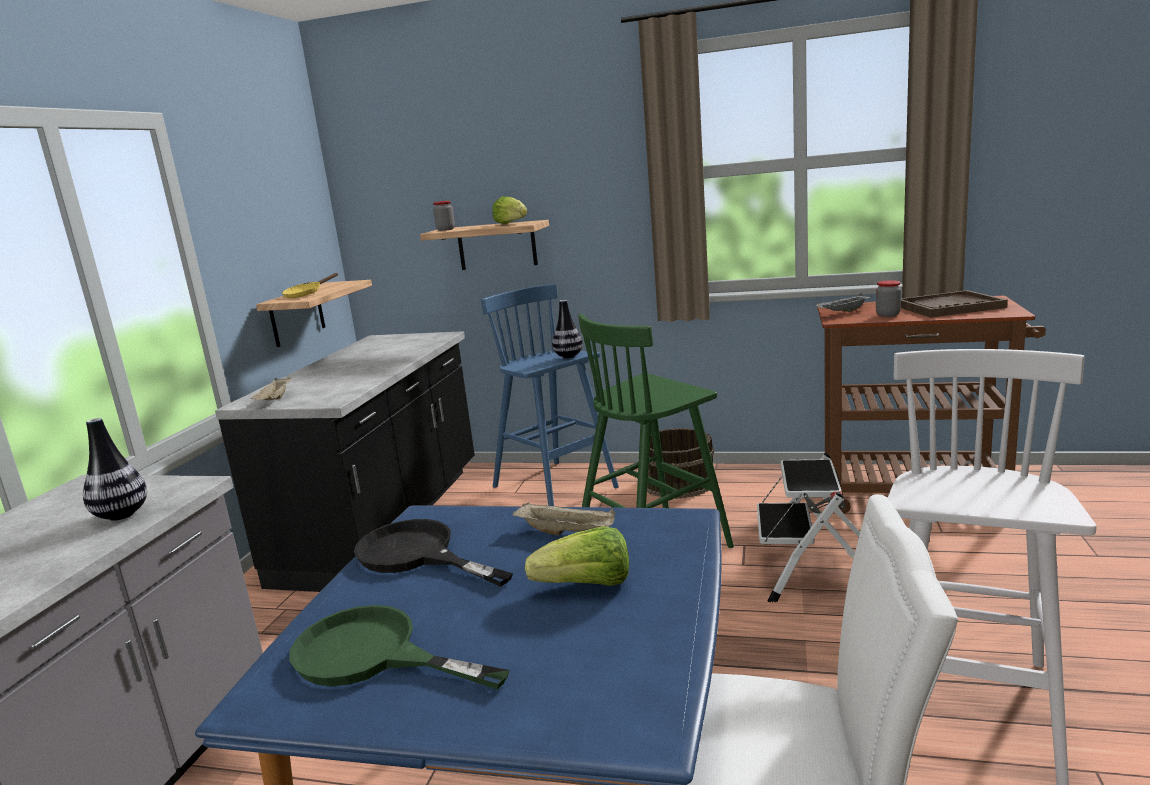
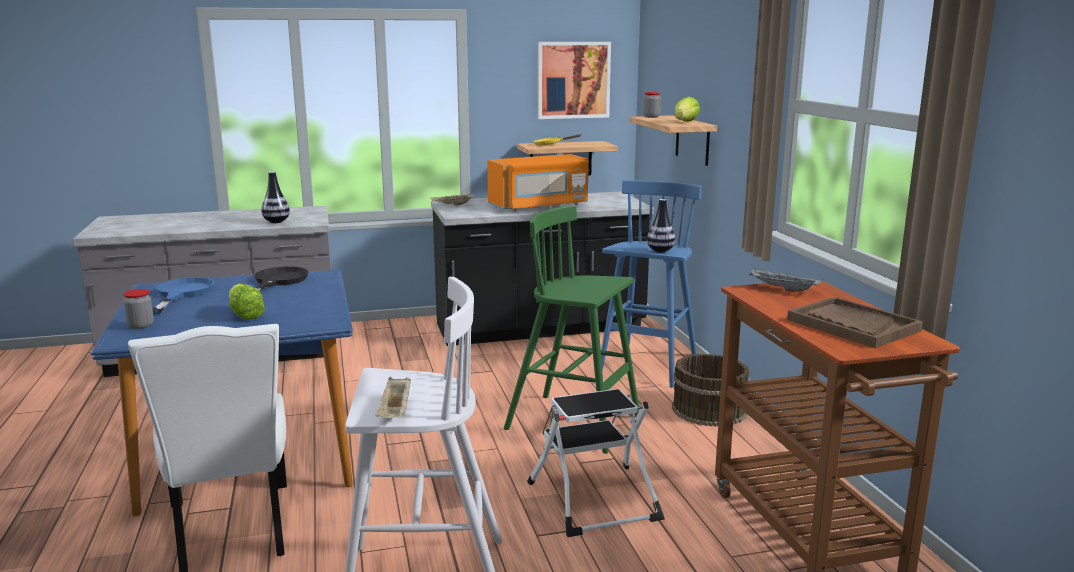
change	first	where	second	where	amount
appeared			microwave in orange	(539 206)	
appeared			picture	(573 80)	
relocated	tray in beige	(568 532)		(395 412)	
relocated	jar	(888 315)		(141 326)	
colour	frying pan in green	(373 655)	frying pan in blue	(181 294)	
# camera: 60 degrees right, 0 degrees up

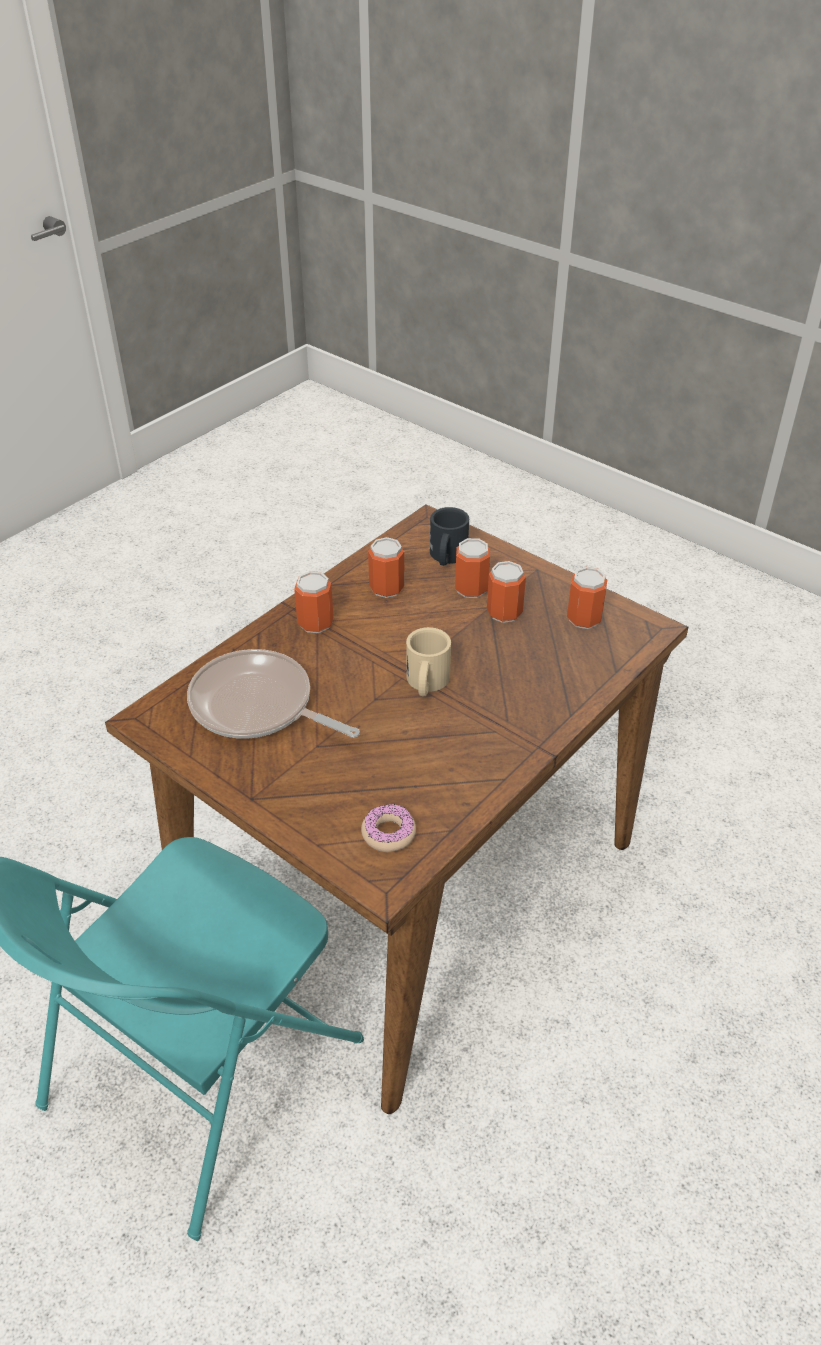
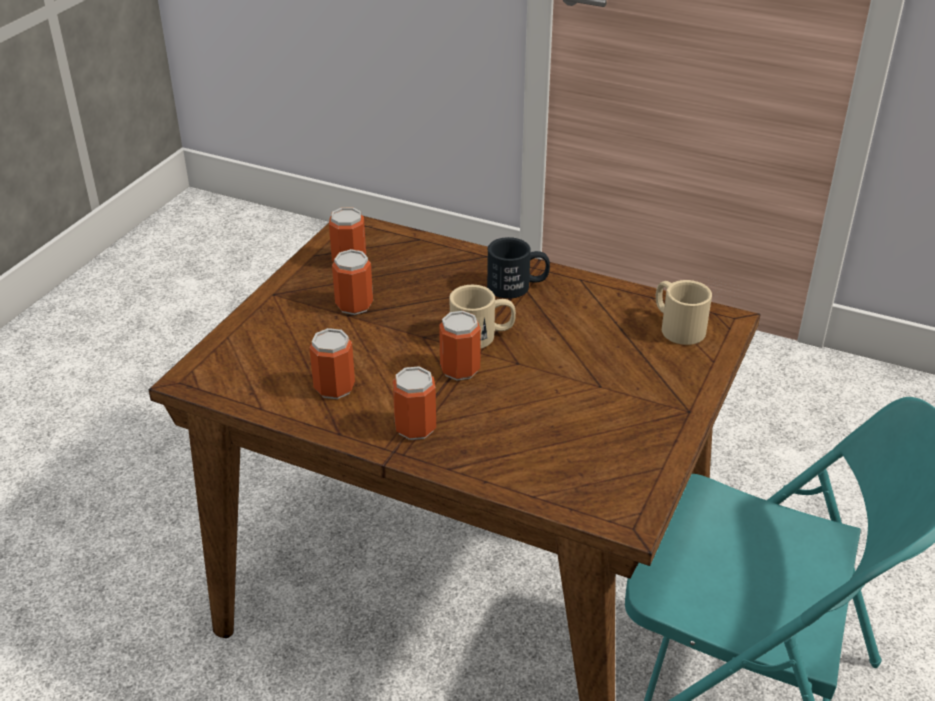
change	first	where	second	where	amount
missing	frying pan	(257 706)			
relocated	mug in black	(447 557)		(517 286)	
relocated	can	(471 589)		(460 369)	
exchanged	donut	(388 833)	mug in beige	(676 326)	
# camera: 105 degrees left, 5 degrees down

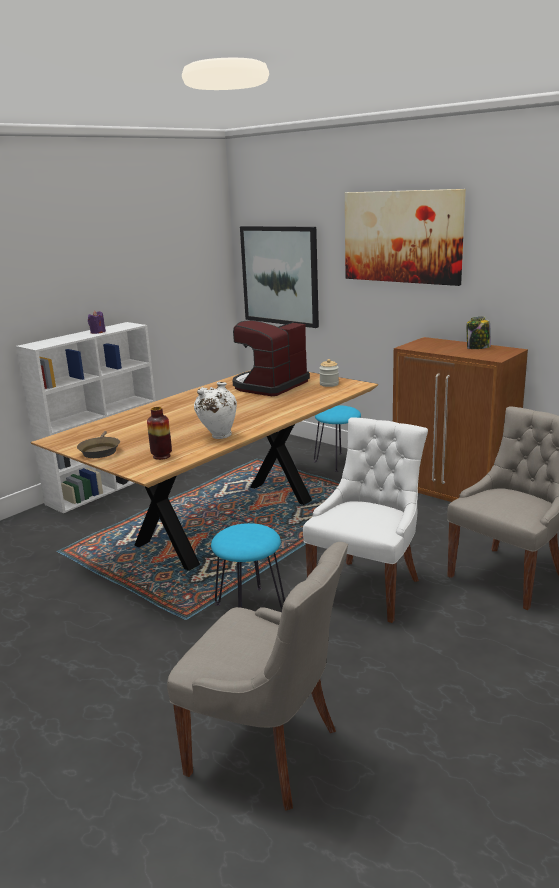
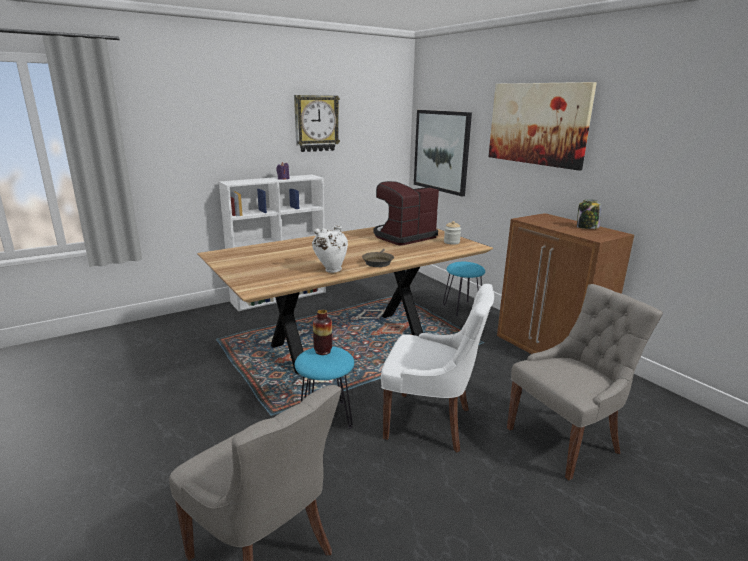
change	first	where	second	where	amount
appeared			wall clock	(316 123)	
relocated	frying pan in brown	(99 451)		(378 262)	
relocated	vase	(161 456)		(323 351)	
spun	chair in white	(367 588)		(430 422)	60 degrees clockwise
# camera: 15 degrees right, 0 degrees up

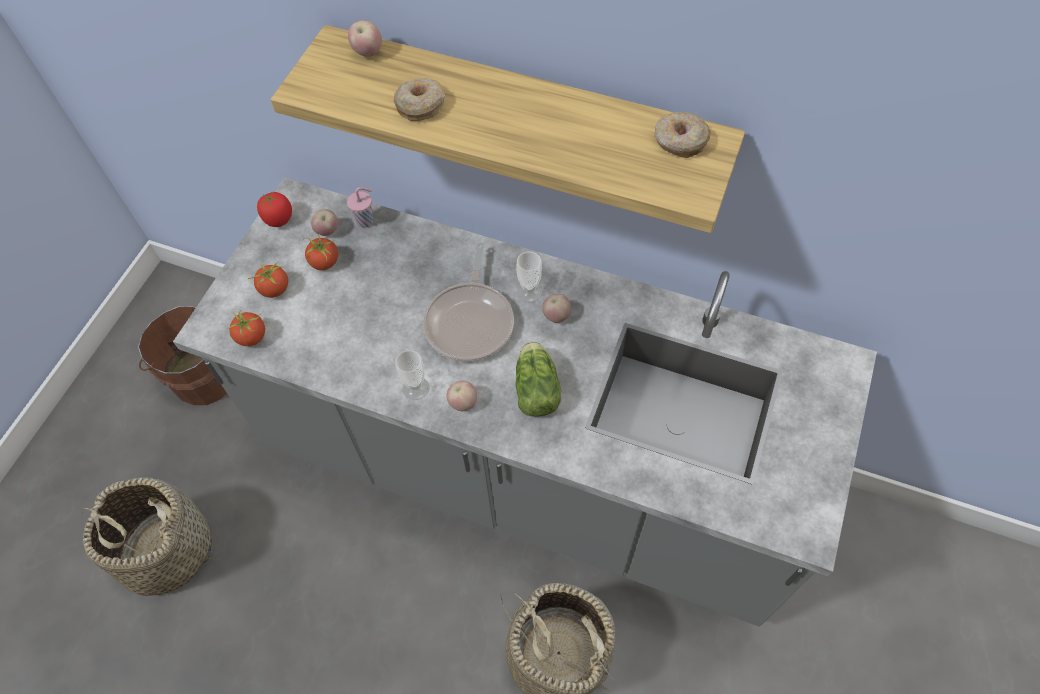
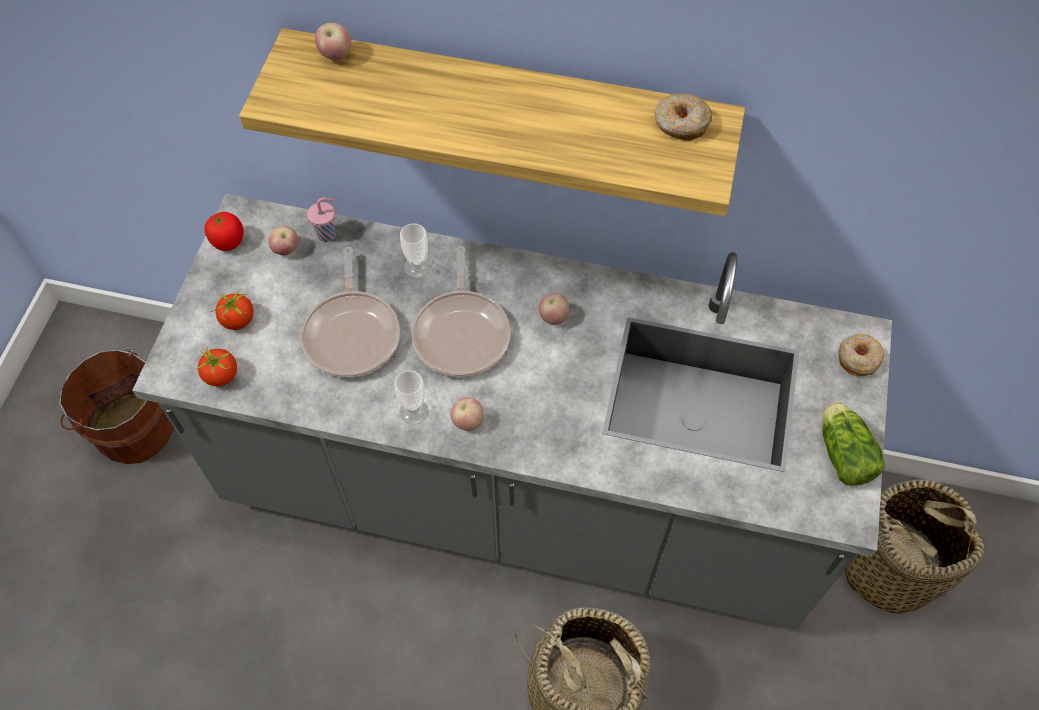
change	first	where	second	where	amount
missing	tomato	(324 262)			
appeared			frying pan	(352 333)	
relocated	basket	(167 551)		(888 564)	
relocated	donut	(420 105)		(857 358)	
relocated	lettuce	(536 387)		(842 451)	
relocated	cup	(529 292)		(417 267)	
# camera: 10 degrees left, 0 degrees up

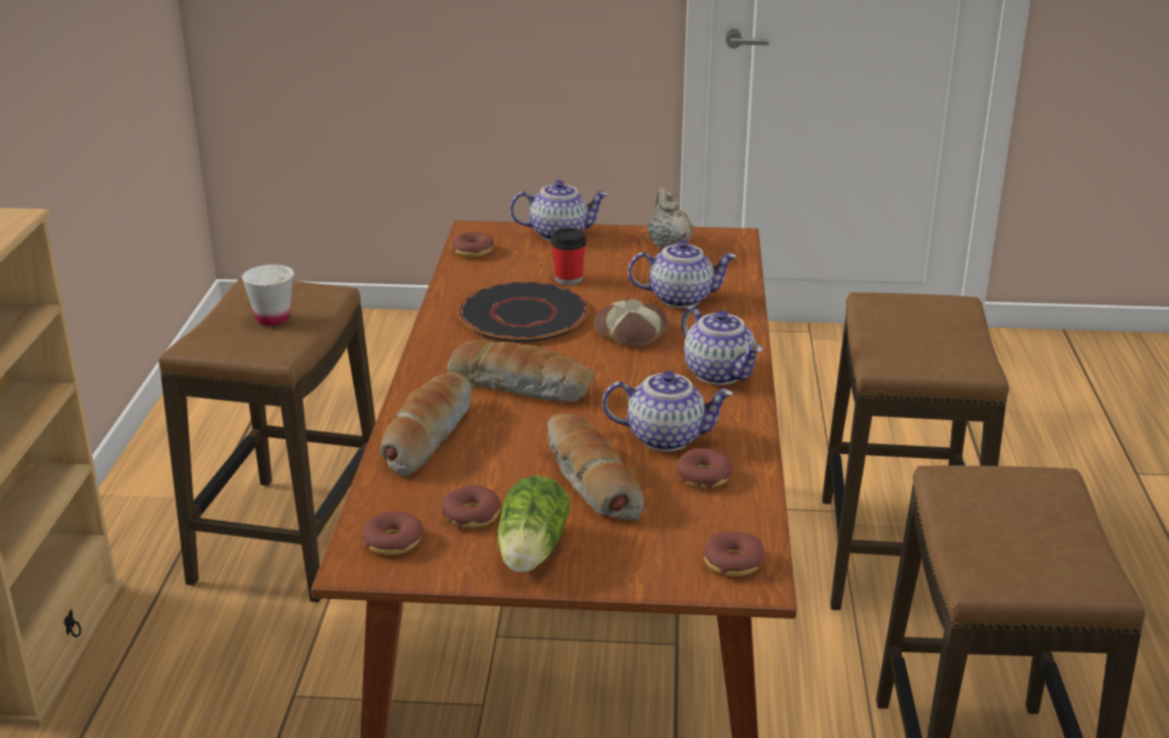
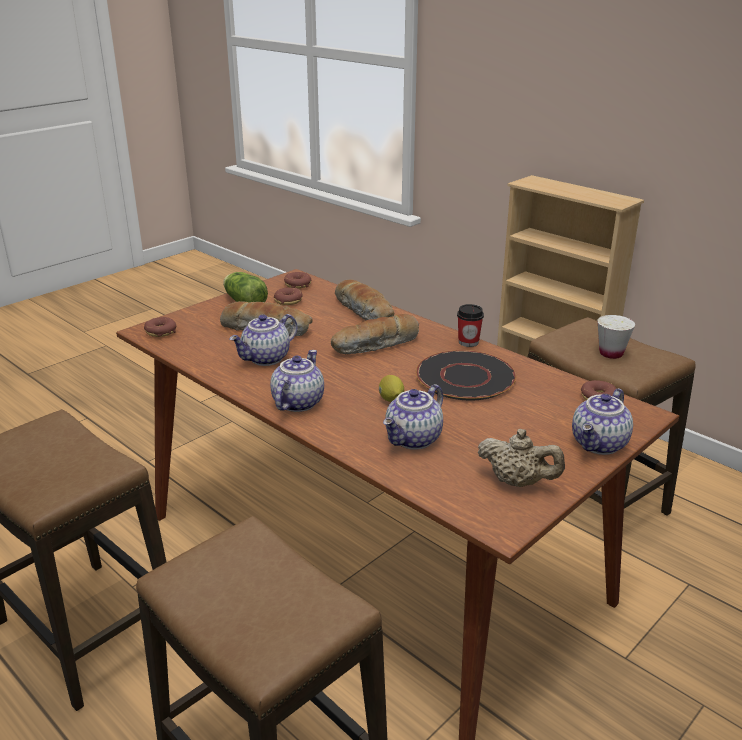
change	first	where	second	where	amount
missing	donut	(703 477)			
relocated	cup	(568 279)		(468 342)	
exchanged	bread	(632 332)	lemon	(391 400)	
spun	teapot	(720 374)		(297 402)	105 degrees clockwise
# camera: 130 degrees right, 0 degrees up

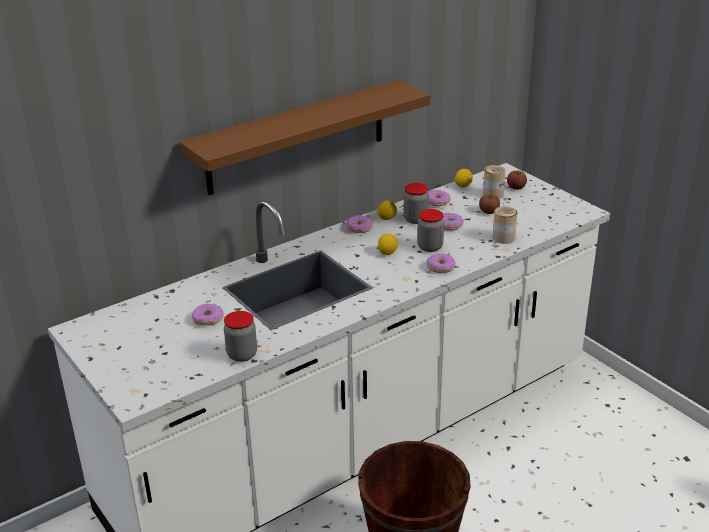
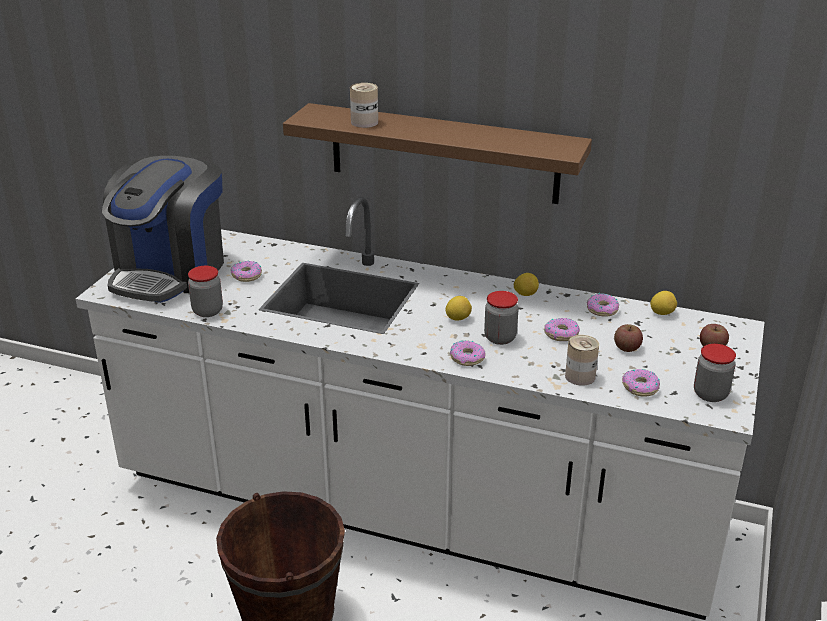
change	first	where	second	where	amount
appeared			coffee machine	(170 272)	
relocated	donut	(359 228)		(640 387)	
relocated	jar	(415 219)		(710 394)	
relocated	can	(493 194)		(364 122)	
# camera: 55 degrees right, 0 degrees up

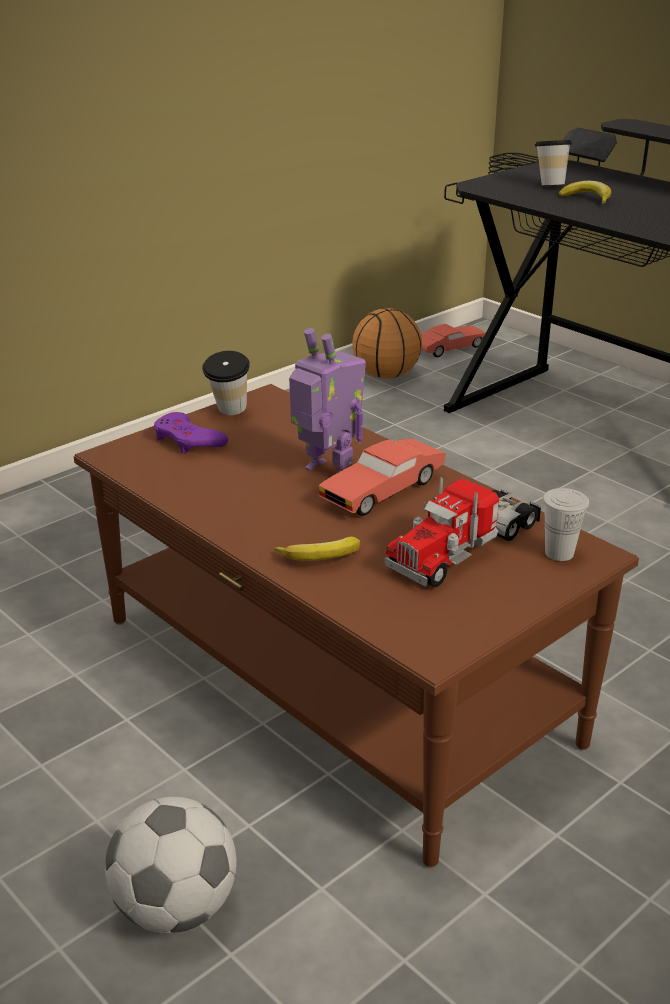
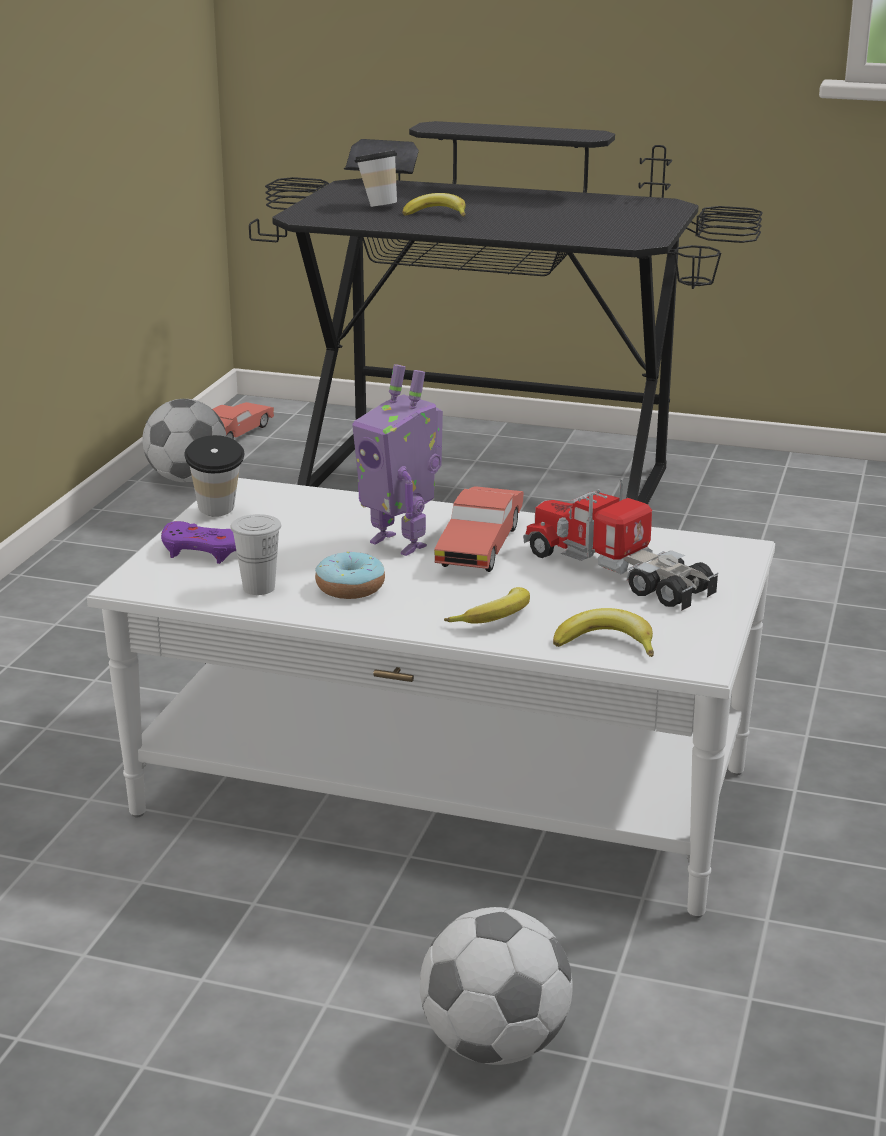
change	first	where	second	where	amount
appeared			donut	(350 588)	
appeared			banana	(606 643)	
relocated	cup in white	(559 553)		(259 588)	
exchanged	basketball	(387 375)	football	(187 479)	
colour	coffee table in brown	(336 681)	coffee table in white	(446 793)	
spun	toy robot	(326 471)		(400 543)	150 degrees counterclockwise
spun	toy truck	(465 547)		(618 572)	120 degrees clockwise
# camera: 30 degrees left, 5 degrees down

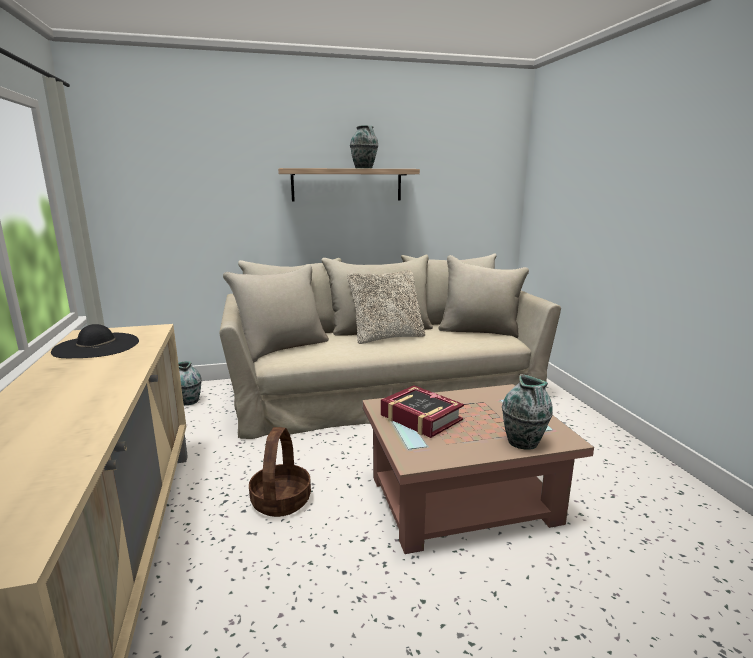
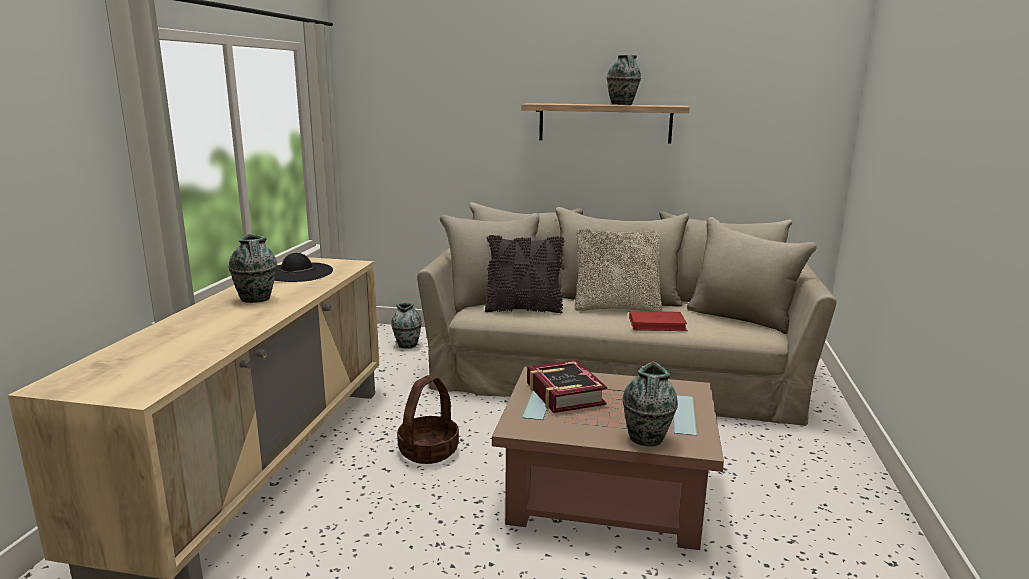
change	first	where	second	where	amount
appeared			vase	(256 299)	
appeared			pillow in black	(524 309)	
appeared			book in red	(657 324)	
# camera: 25 degrees right, 0 degrees up

